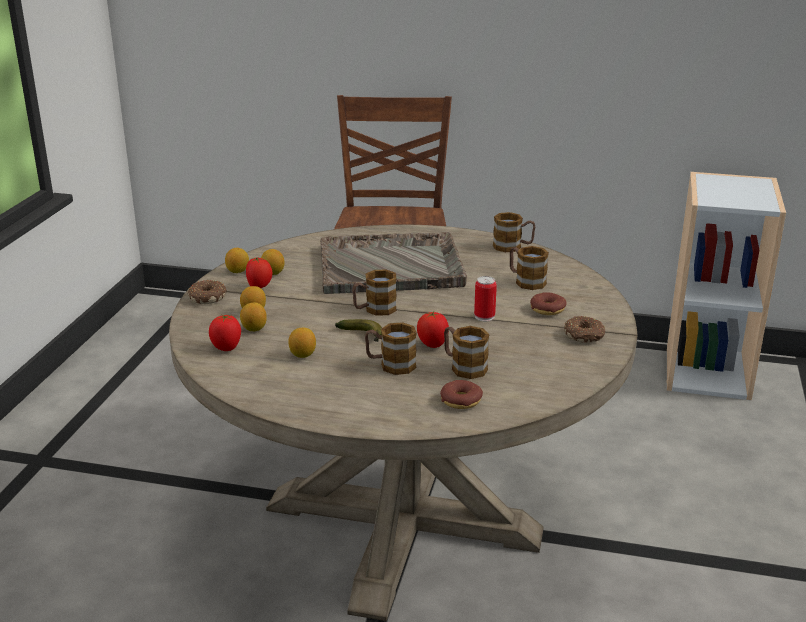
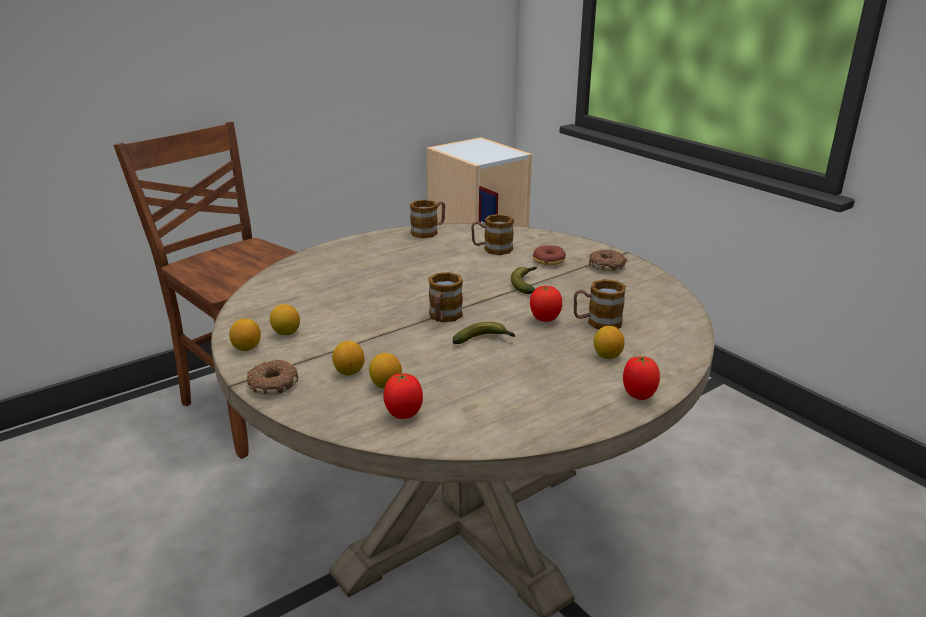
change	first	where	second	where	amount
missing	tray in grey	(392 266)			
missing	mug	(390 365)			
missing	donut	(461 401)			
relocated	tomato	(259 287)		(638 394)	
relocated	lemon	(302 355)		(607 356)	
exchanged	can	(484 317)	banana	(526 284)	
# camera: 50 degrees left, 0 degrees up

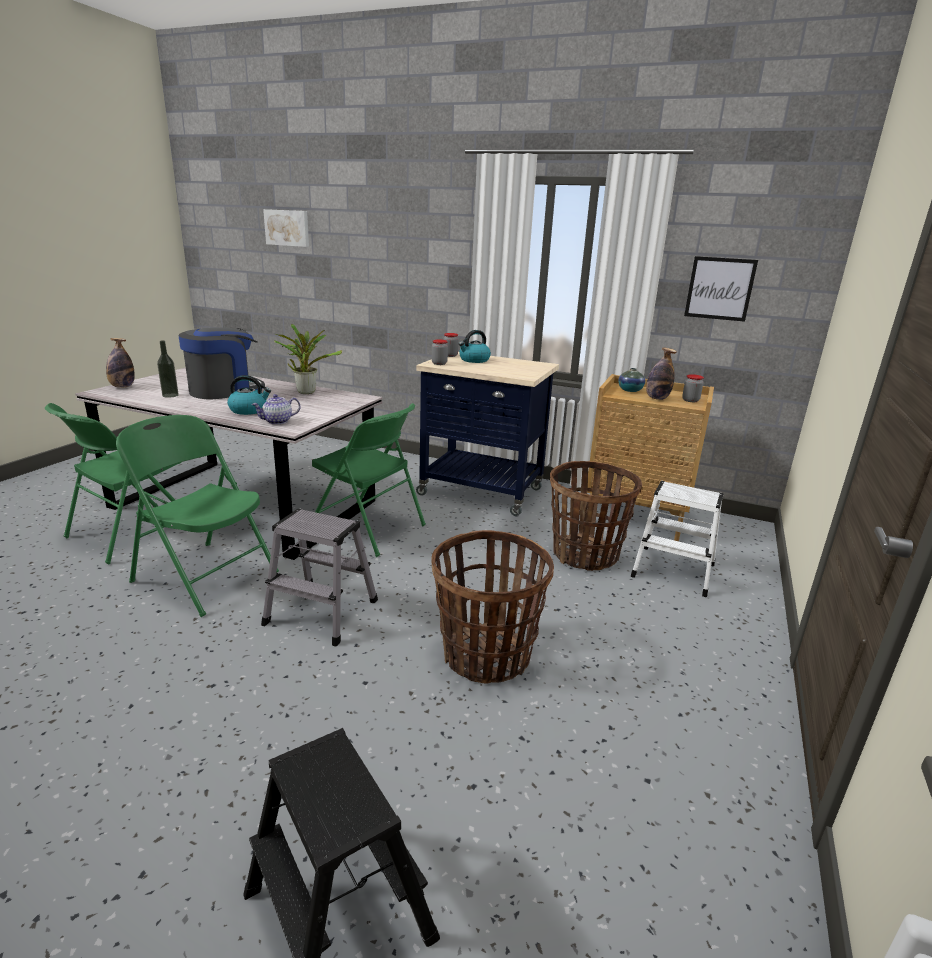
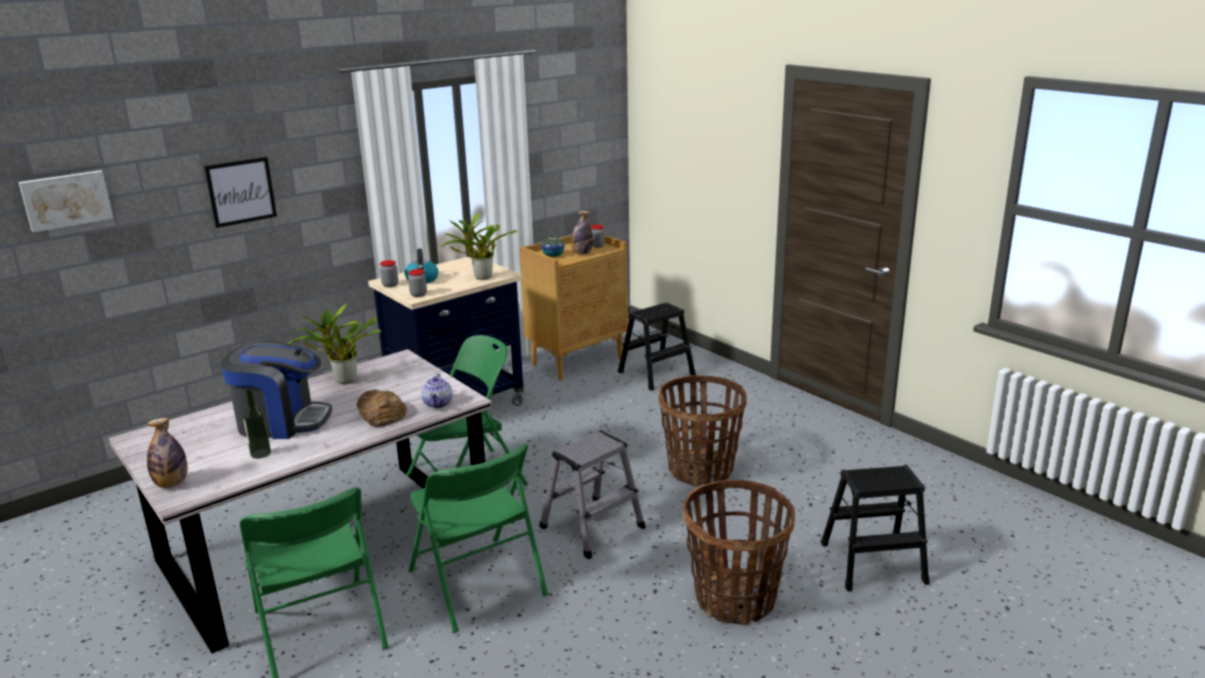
change	first	where	second	where	amount
appeared			potted plant	(480 277)	
relocated	basket	(585 555)		(735 599)	
relocated	picture	(719 288)		(241 191)	
exchanged	kettle	(249 410)	bread	(381 414)	
colour	step ladder in white	(673 569)	step ladder in black	(656 373)	
spun	chair in green	(206 576)		(476 583)	90 degrees counterclockwise
spun	coffee machine	(224 391)		(282 422)	105 degrees clockwise
# camera: 60 degrees left, 0 degrees up

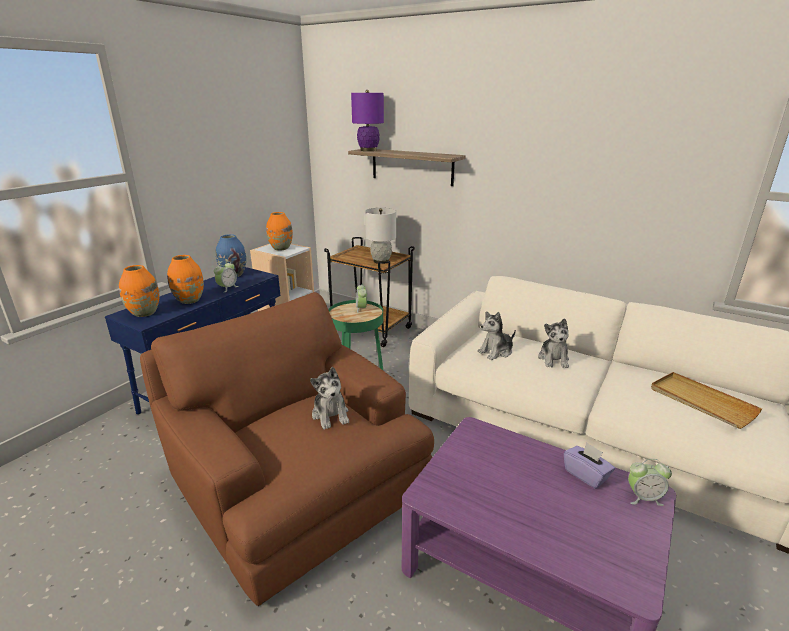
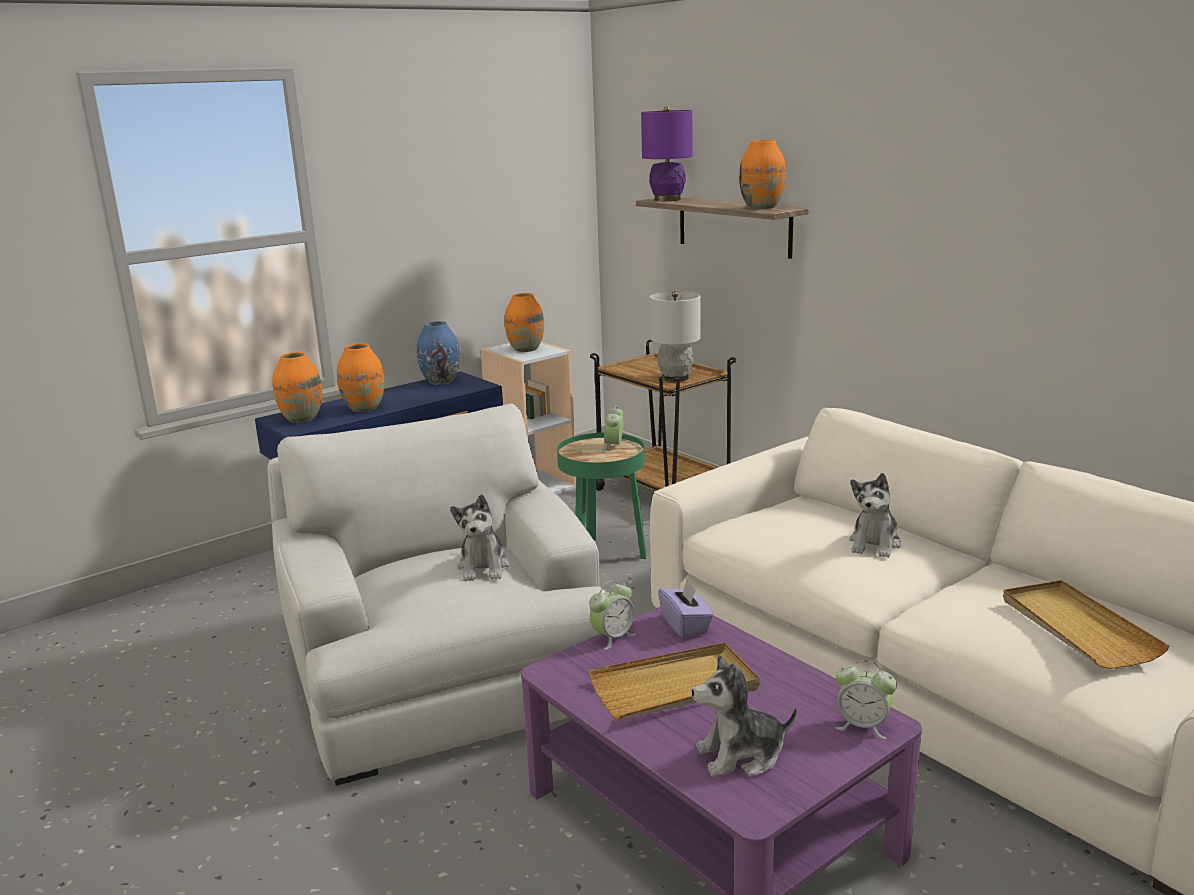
change	first	where	second	where	amount
appeared			tray in beige	(675 687)	
appeared			vase in orange	(762 207)	
relocated	alarm clock	(227 288)		(613 637)	
relocated	plush toy	(496 352)		(741 756)	
relocated	tissue box in purple	(586 475)		(686 625)	
colour	armchair in brown	(296 481)	armchair in white	(446 670)	
# camera: 20 degrees right, 5 degrees down

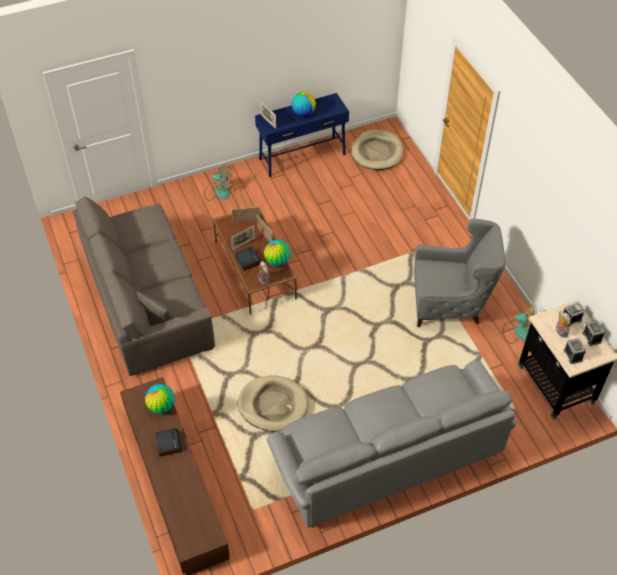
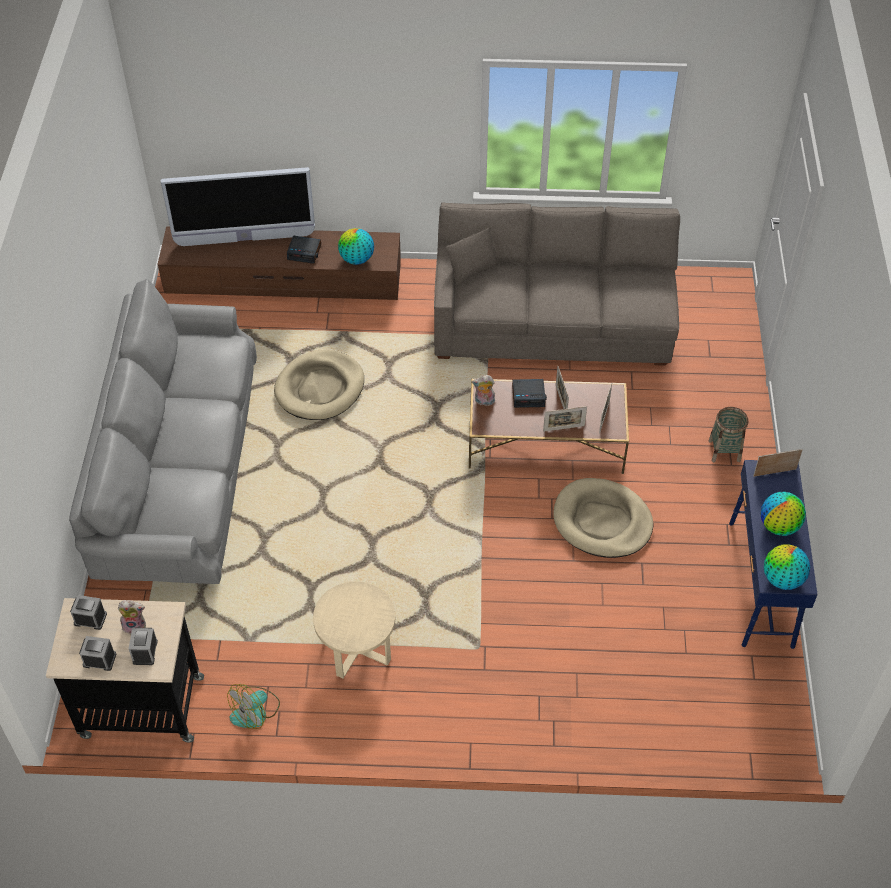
change	first	where	second	where	amount
appeared			television	(245 240)	
relocated	globe	(277 261)		(782 579)	
relocated	dog bed in beige	(377 152)		(602 521)	
exchanged	fan	(218 191)	basket	(724 450)	
exchanged	armchair in grey	(450 303)	side table in beige	(357 648)	
# camera: 115 degrees right, 0 degrees up

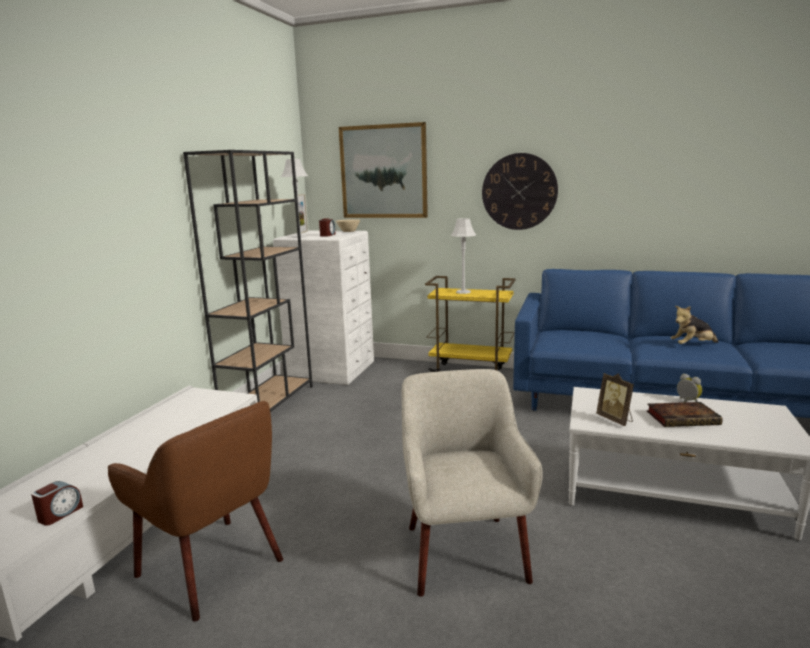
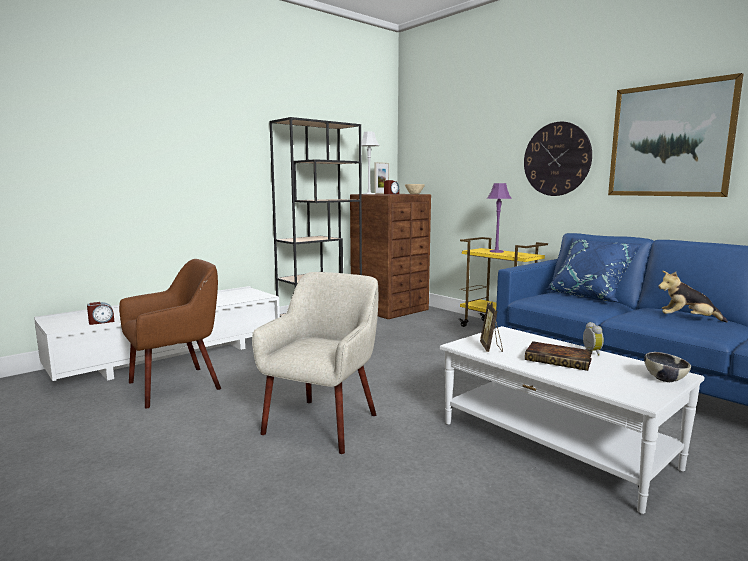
change	first	where	second	where	amount
appeared			pillow in blue	(589 296)	
appeared			bowl	(664 379)	
relocated	picture	(383 172)		(670 140)	
colour	dresser in white	(332 370)	dresser in brown	(390 309)	
colour	table lamp in grey	(463 292)	table lamp in purple	(496 251)	
spun	armchair in brown	(212 567)		(176 385)	105 degrees counterclockwise
# camera: 30 degrees right, 5 degrees down

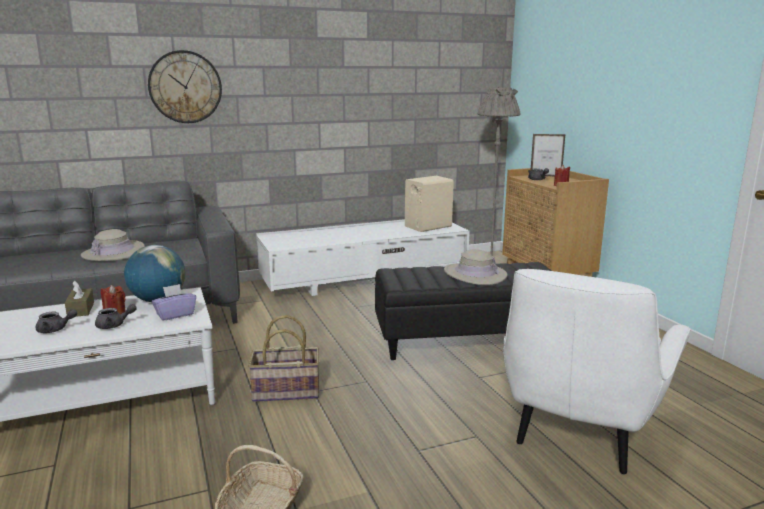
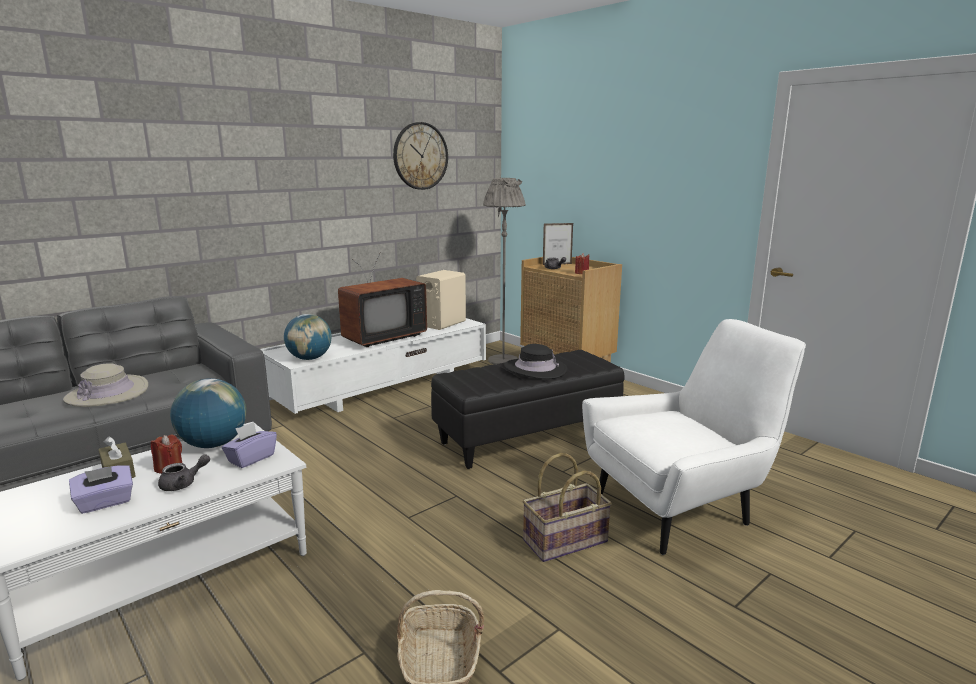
change	first	where	second	where	amount
appeared			globe	(309 358)	
appeared			television	(381 337)	
relocated	wall clock	(185 87)		(420 156)	
relocated	basket	(286 392)		(565 542)	
exchanged	teapot in grey	(55 330)	tissue box in purple	(105 503)	
colour	hat in beige	(475 274)	hat in black	(535 369)	
spun	armchair in white	(578 434)		(680 509)	120 degrees counterclockwise
# camera: 20 degrees left, 0 degrees up

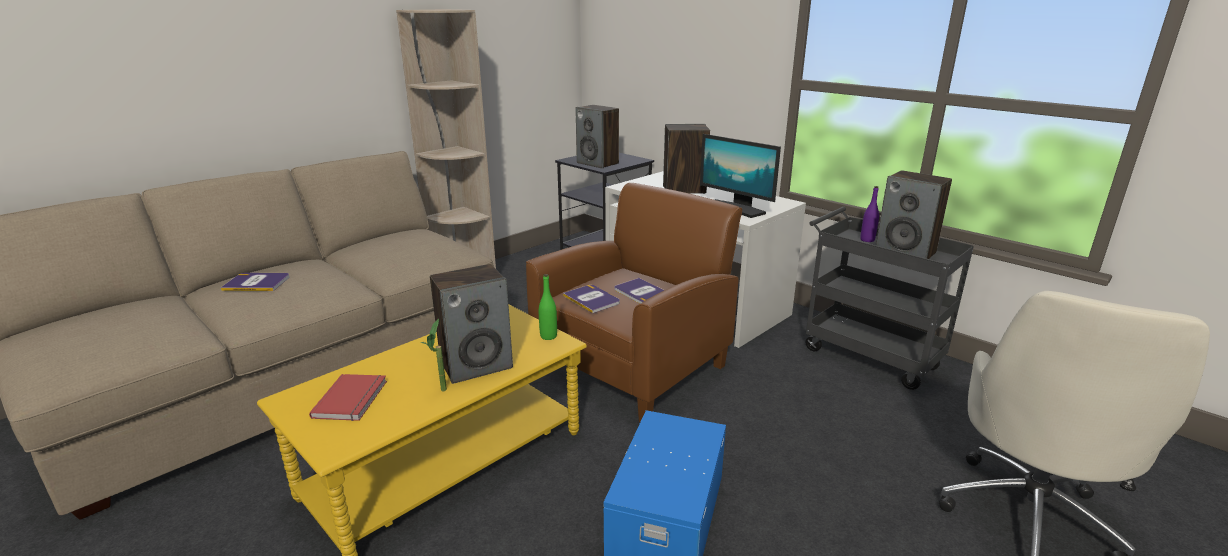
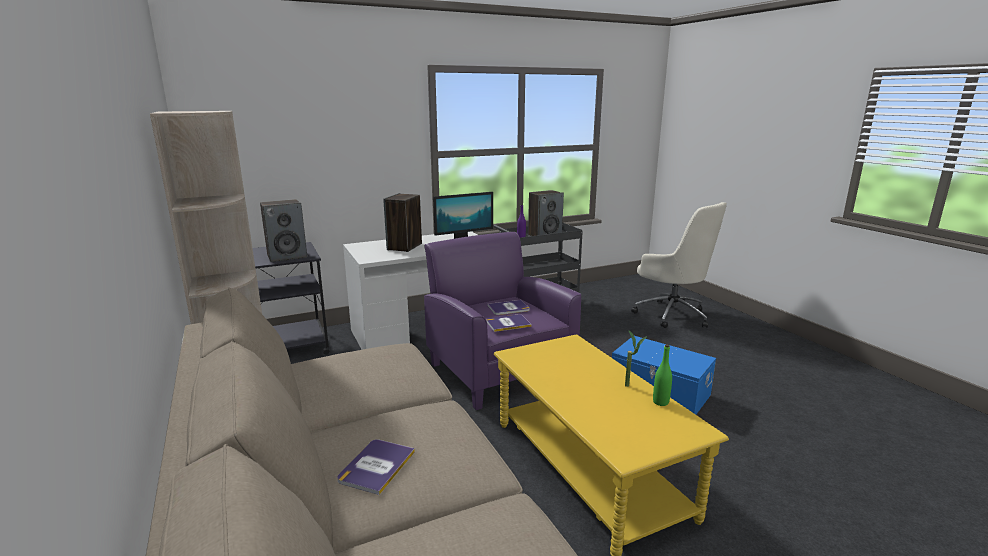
change	first	where	second	where	amount
missing	book in red	(353 399)			
missing	speaker	(476 365)			
relocated	bottle in green	(548 336)		(660 402)	
colour	armchair in brown	(634 367)	armchair in purple	(498 371)	
# camera: 70 degrees left, 5 degrees down

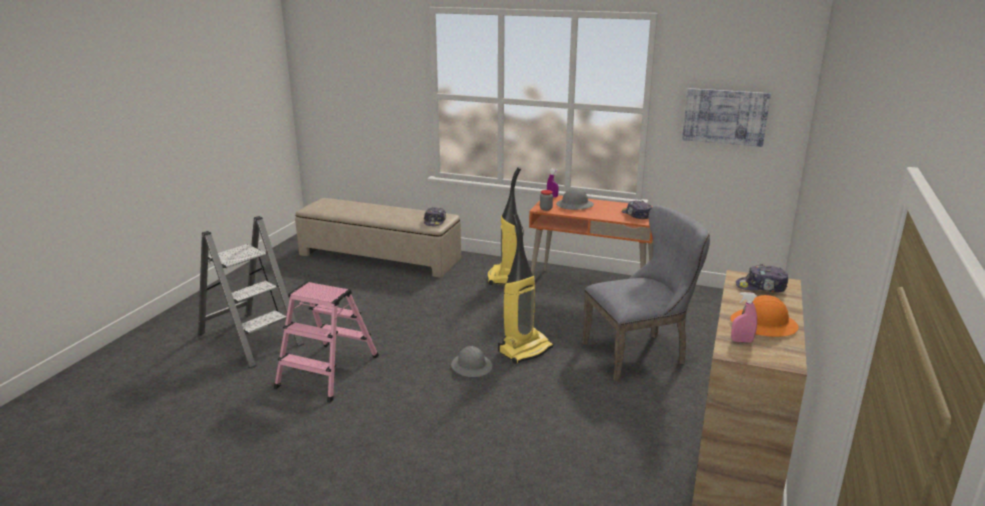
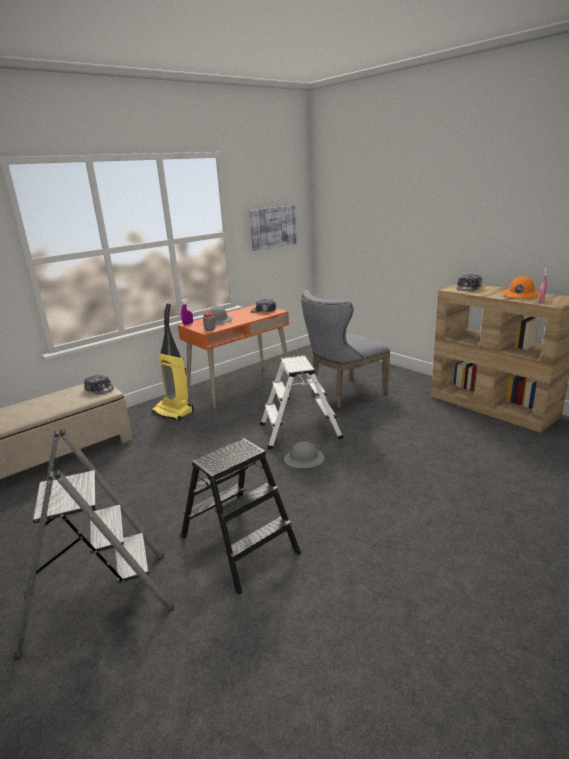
change	first	where	second	where	amount
exchanged	vacuum cleaner	(525 349)	step ladder in white	(300 431)	
colour	step ladder in pink	(328 371)	step ladder in black	(238 544)	
spun	chair in grey	(640 353)		(343 394)	135 degrees counterclockwise
# camera: 60 degrees left, 0 degrees up

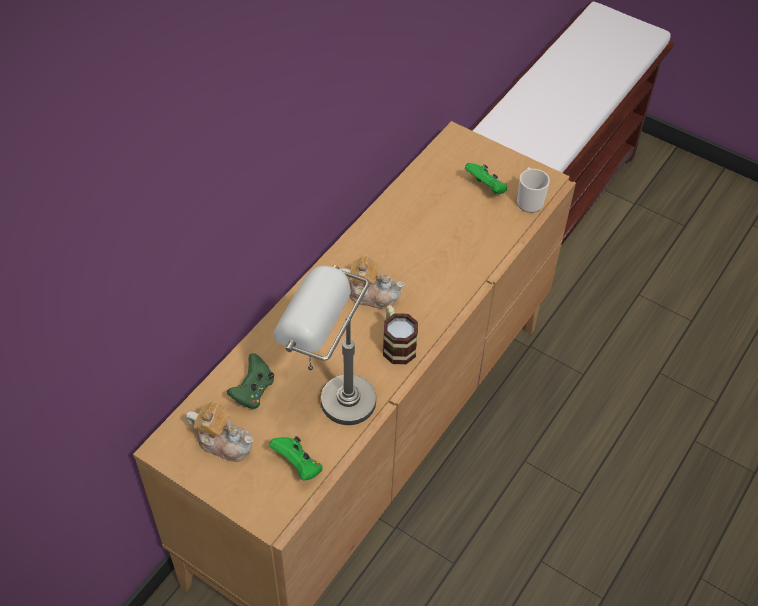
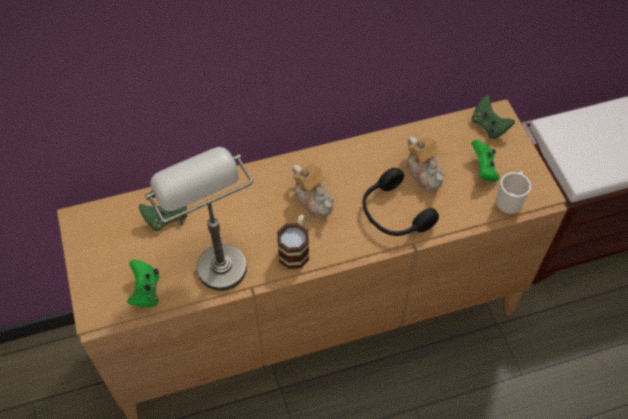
change	first	where	second	where	amount
appeared			headphones in black	(393 214)	
appeared			game controller in green	(489 126)	
relocated	teapot	(224 442)		(424 172)	
# camera: 40 degrees right, 5 degrees up

